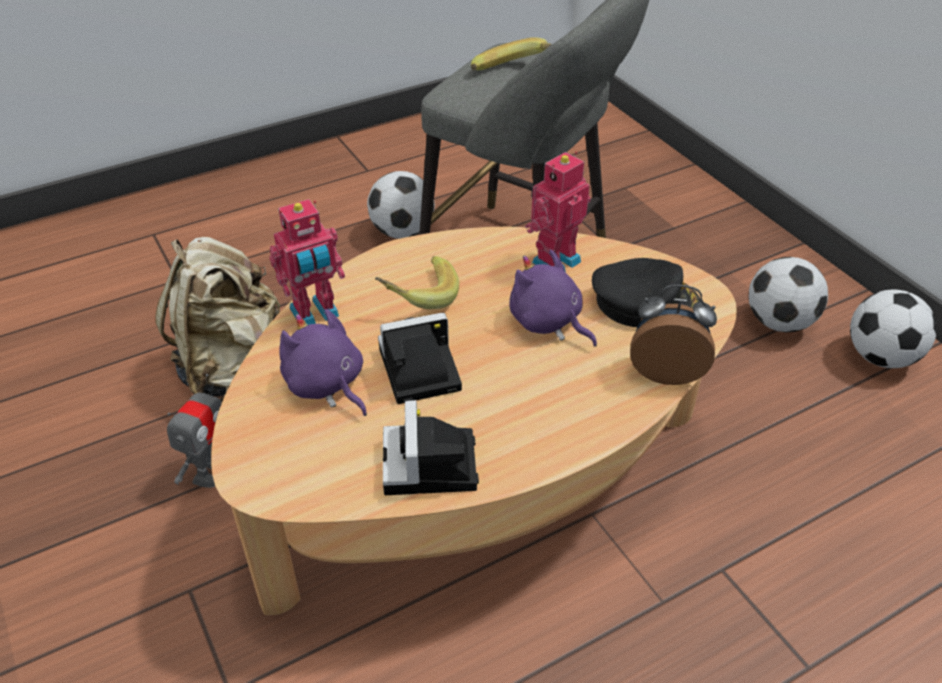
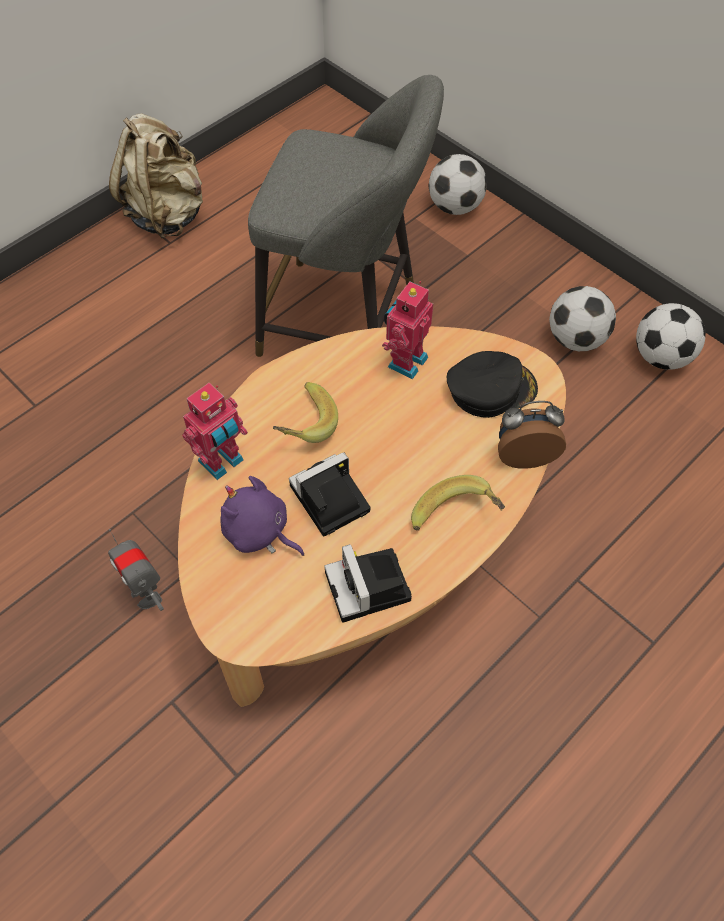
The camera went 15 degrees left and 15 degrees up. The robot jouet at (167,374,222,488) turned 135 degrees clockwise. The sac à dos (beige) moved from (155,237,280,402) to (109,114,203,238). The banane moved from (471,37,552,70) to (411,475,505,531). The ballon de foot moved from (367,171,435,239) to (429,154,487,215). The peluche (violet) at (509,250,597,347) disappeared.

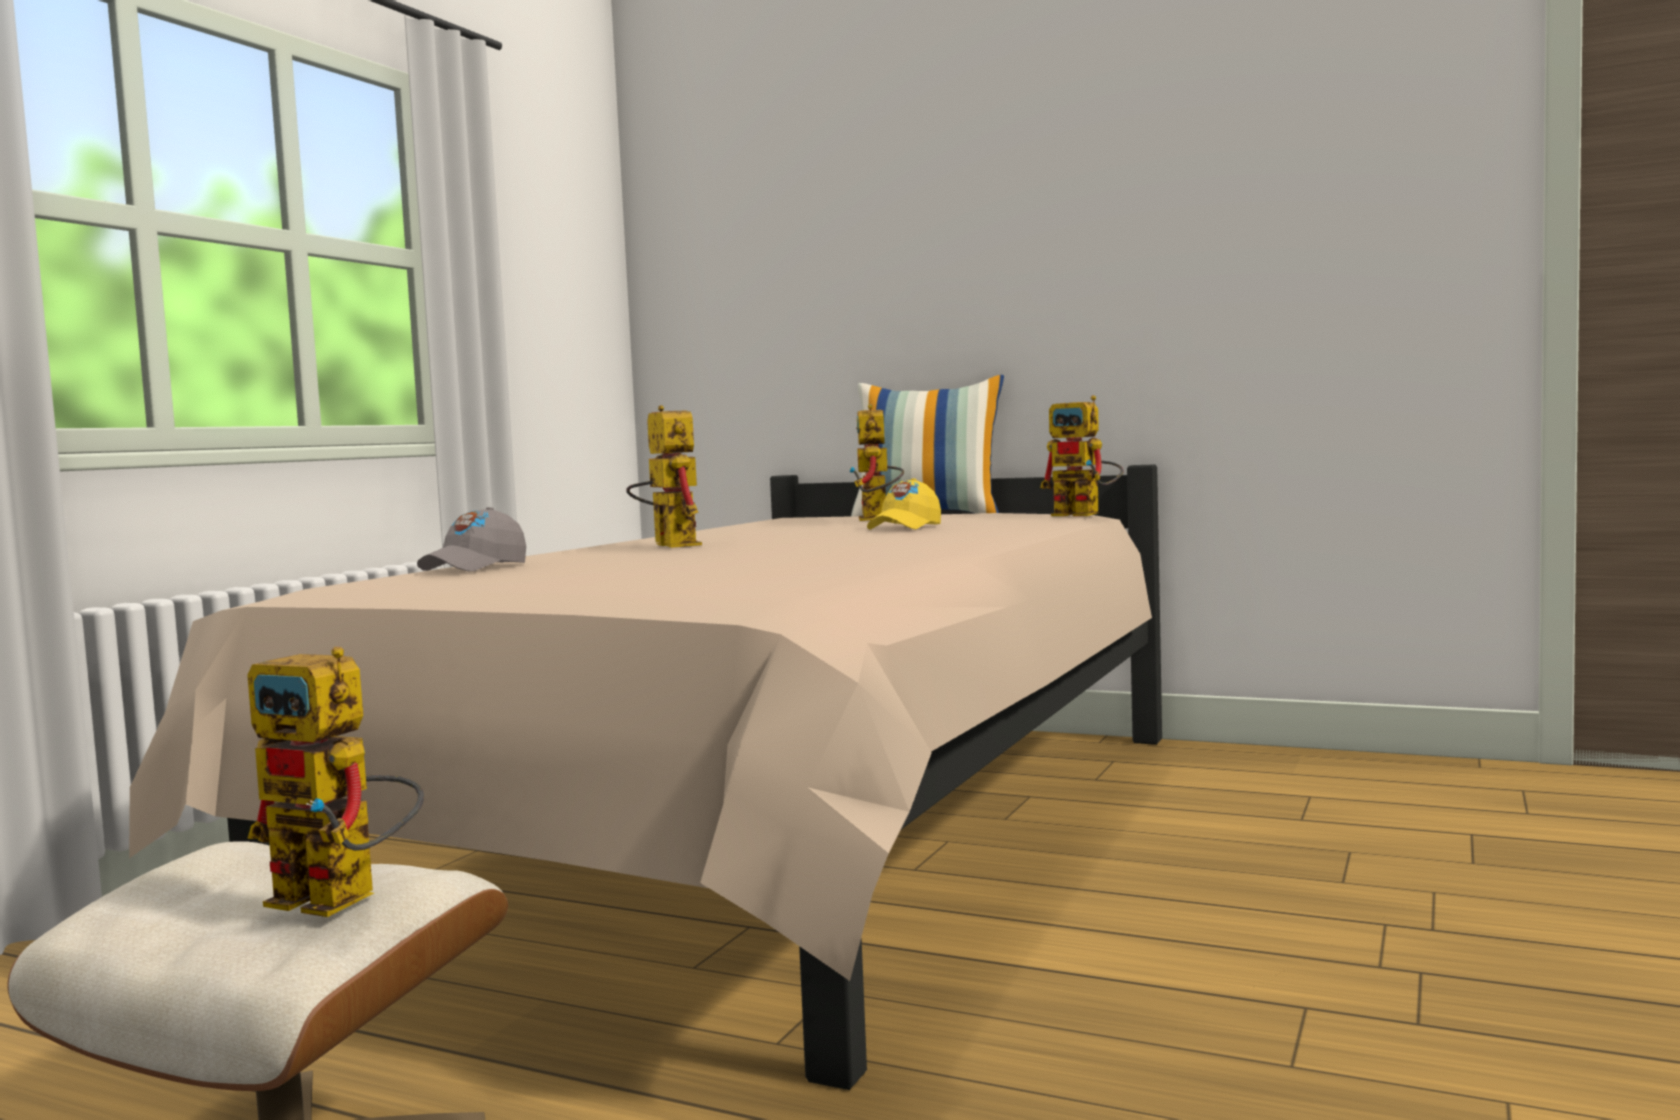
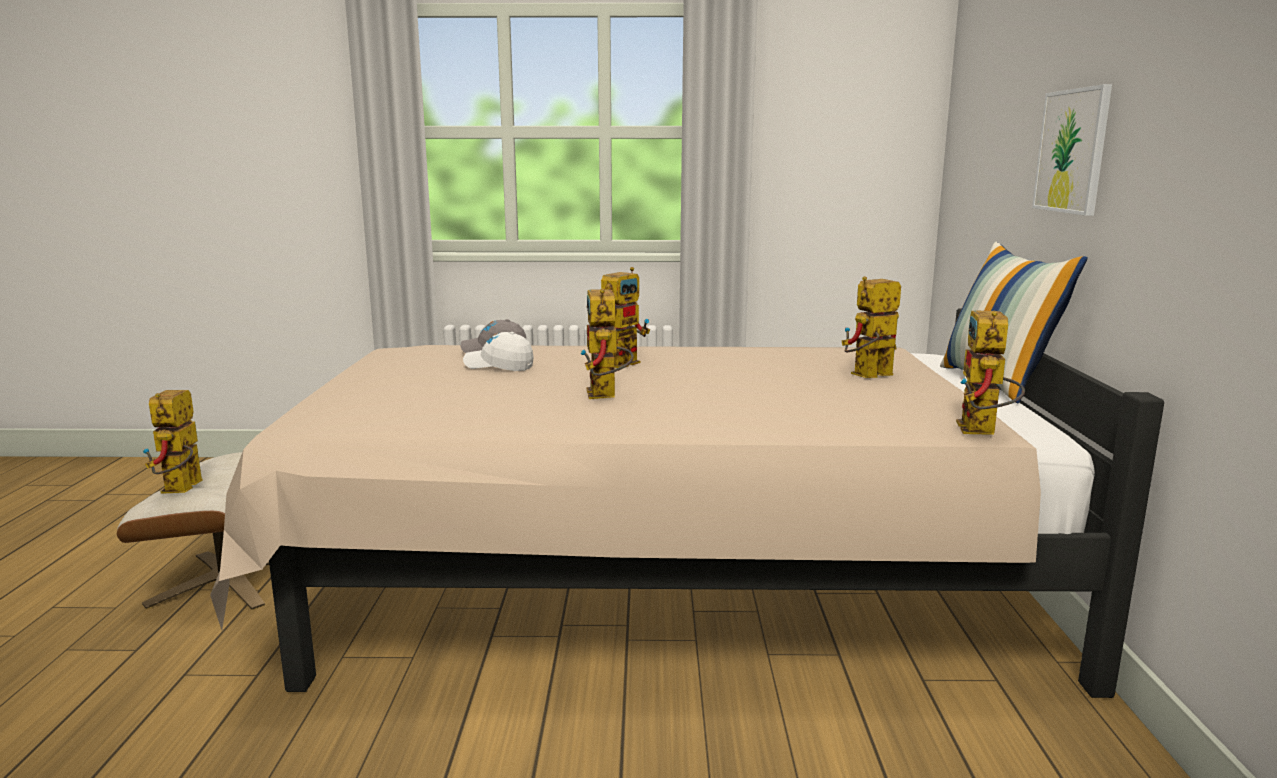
The camera went 65 degrees right and 10 degrees up. The casquette (blanc) at (463,332,534,371) appeared. The robot jouet at (580,289,634,399) appeared. The tableau at (1032,84,1112,216) appeared. The casquette (jaune) at (867,478,941,529) disappeared.

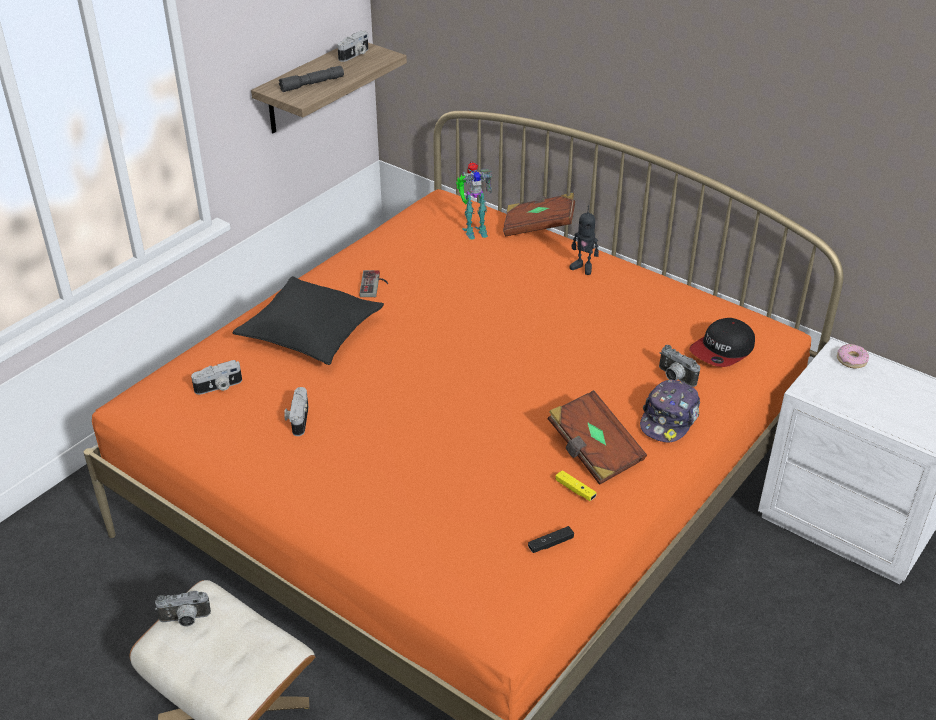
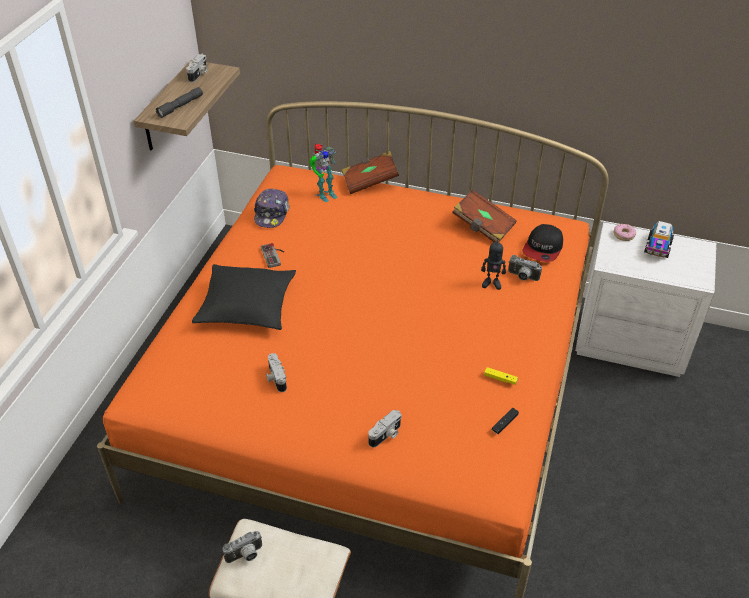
The camera went 20 degrees left and 5 degrees up. The casquette moved from (640,380,700,443) to (254,189,290,228). The appareil photo moved from (191,360,242,395) to (368,410,402,447). The livre (marron) moved from (547,390,647,485) to (452,190,517,242). The robot jouet moved from (569,205,599,275) to (481,239,506,290). The camion jouet at (644,221,674,258) appeared.

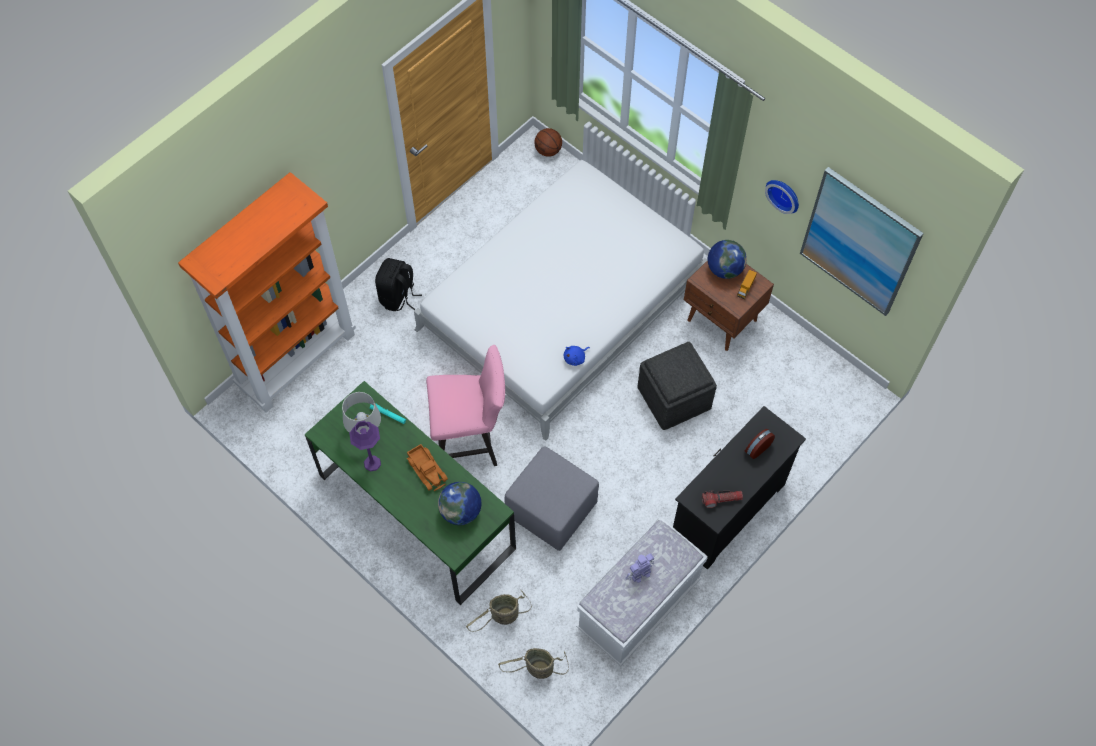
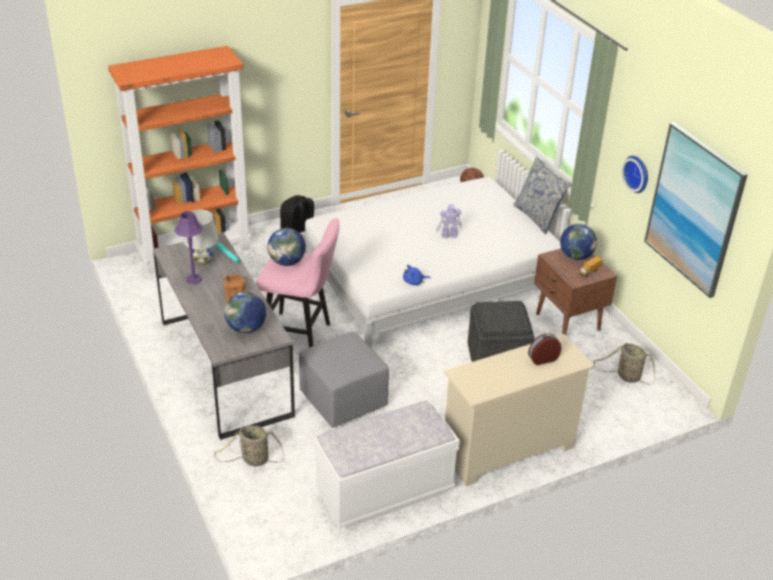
The camera went 20 degrees right and 25 degrees down. The bureau (vert) at (305,381,516,605) became the bureau (gris) at (153,232,295,440). The globe at (268,228,306,266) appeared. The robot jouet moved from (626,554,654,583) to (436,204,462,239). The commode (noir) at (673,406,806,569) became the commode (beige) at (444,334,594,486). The coussin at (513,157,570,234) appeared. The panier moved from (498,648,569,679) to (594,343,655,385). The lampe de poche at (702,491,743,508) disappeared.

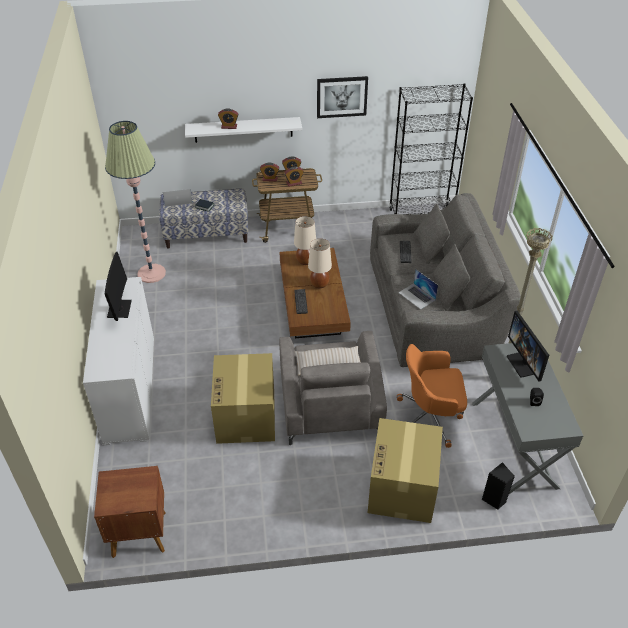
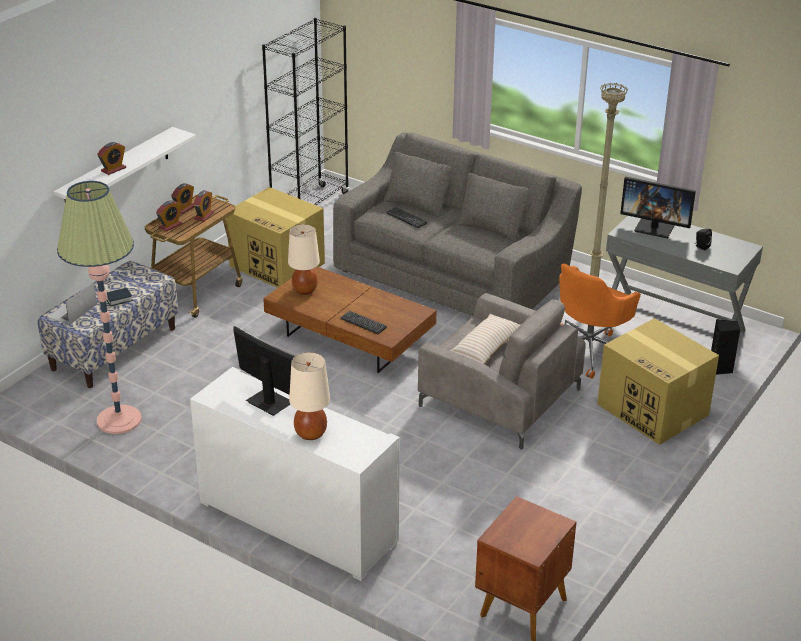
The camera went 50 degrees left and 10 degrees down. The carton moved from (211,353,275,444) to (226,187,325,288). The lampe de table (beige) moved from (308,239,332,288) to (289,352,330,440). The tableau at (317,76,368,118) disappeared. The ordinateur portable at (398,269,438,310) disappeared.

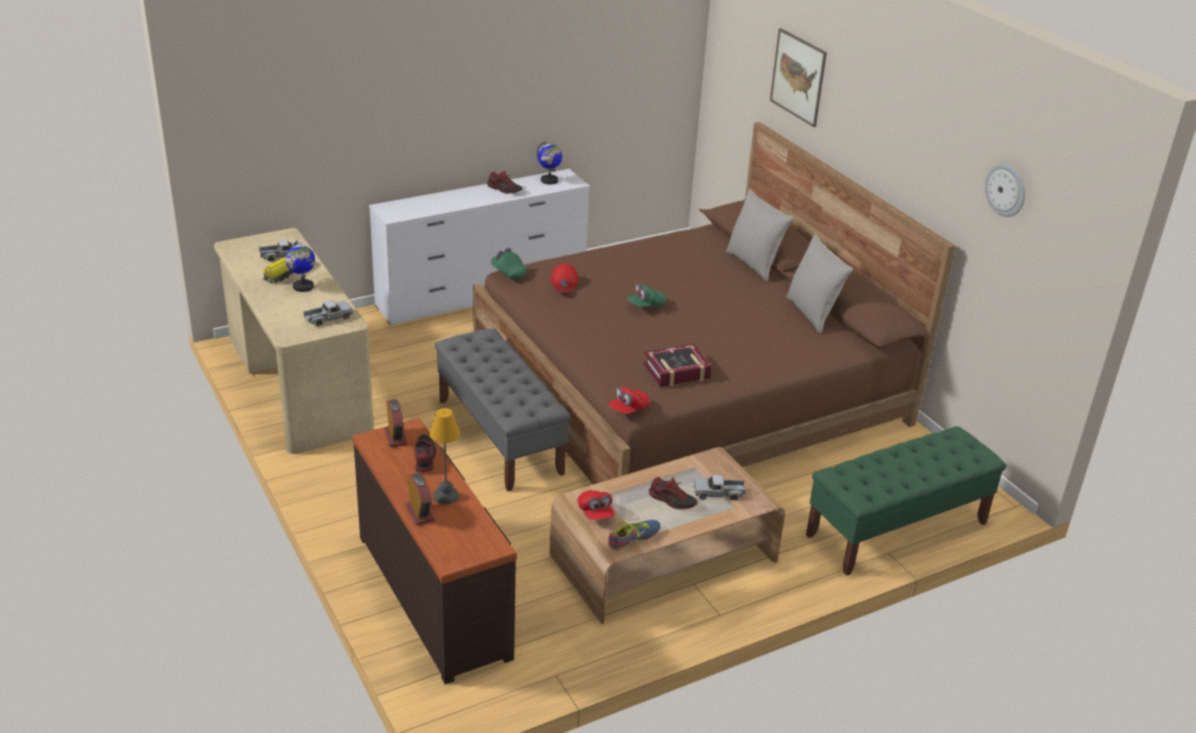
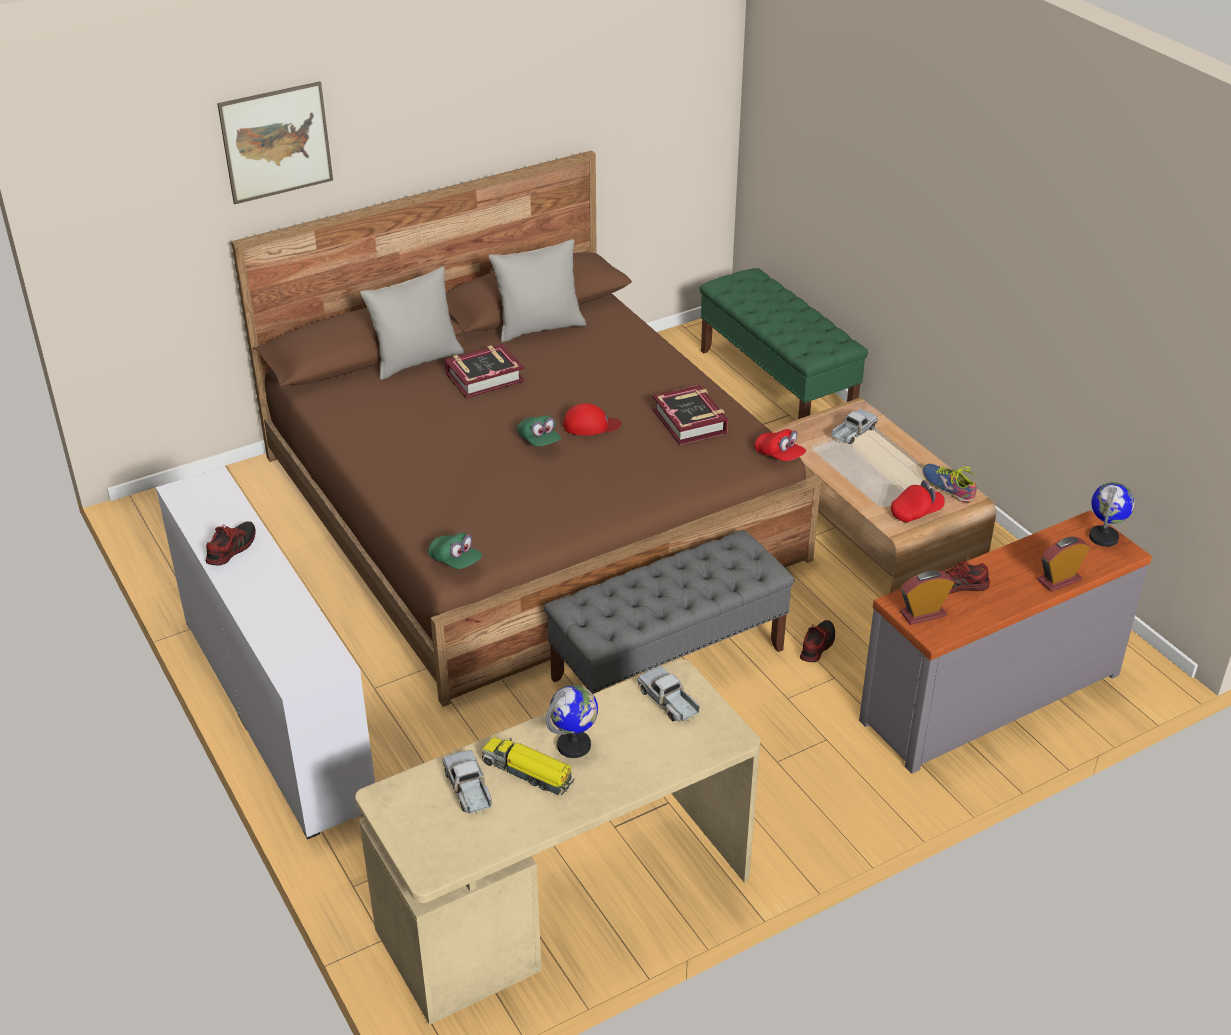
The camera went 90 degrees left and 5 degrees up. The casquette (vert) at (491,248,526,280) turned 90 degrees counterclockwise. The livre at (445,344,525,398) appeared. The casquette (rouge) moved from (551,263,578,293) to (563,403,621,435). The chaussure moved from (649,477,698,509) to (800,620,835,662). The camion jouet at (694,475,746,500) turned 135 degrees counterclockwise. The commode (marron) at (352,418,517,684) became the commode (gris) at (859,510,1152,774). The globe moved from (536,140,562,184) to (1089,482,1134,547). The lampe de table at (429,408,460,504) disappeared. The horloge murale at (985,163,1025,217) disappeared.

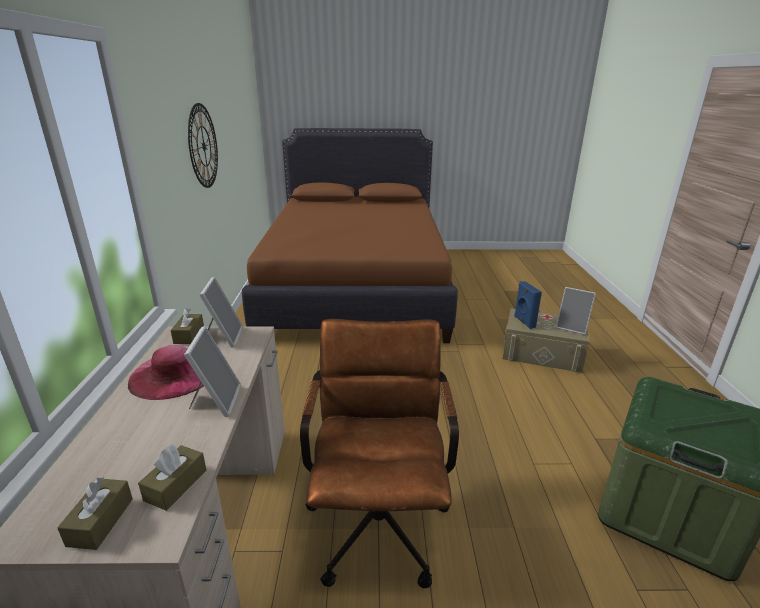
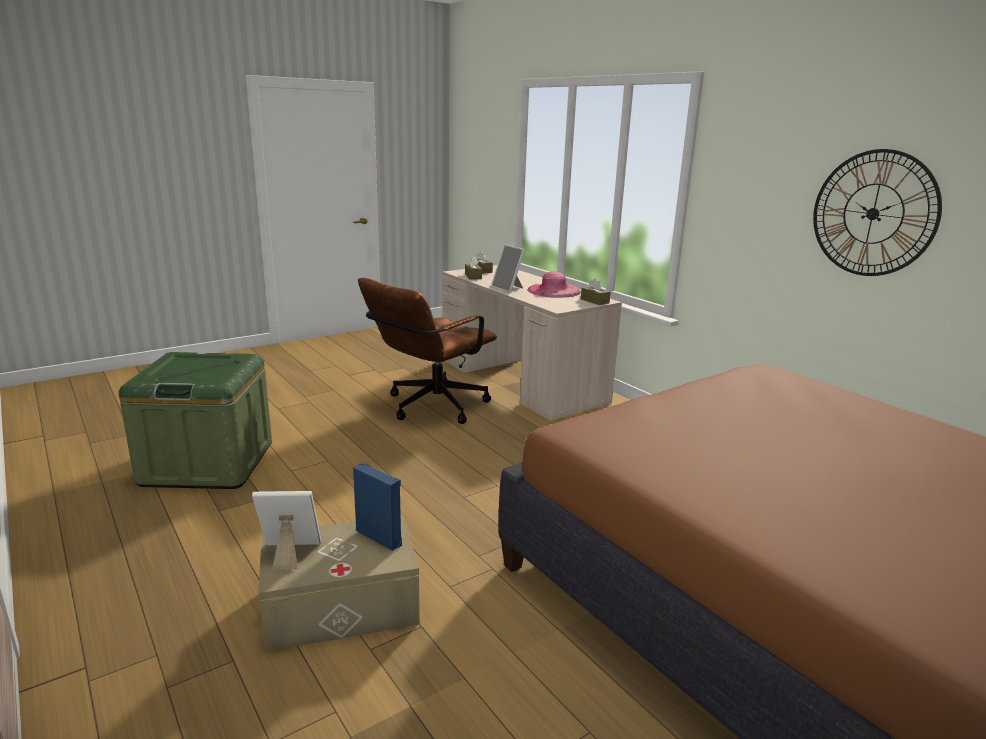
The camera went 145 degrees right and 5 degrees down. The chaise de bureau (marron) at (300,319,459,588) turned 75 degrees clockwise. The cadre photo at (199,277,243,348) disappeared.

